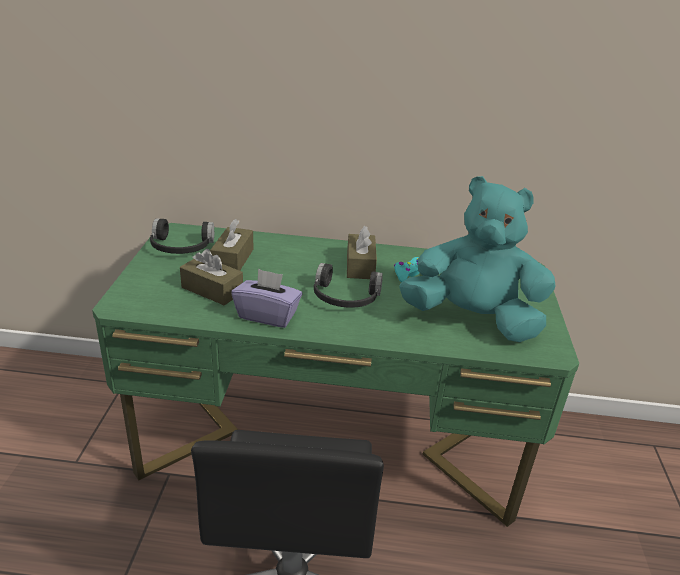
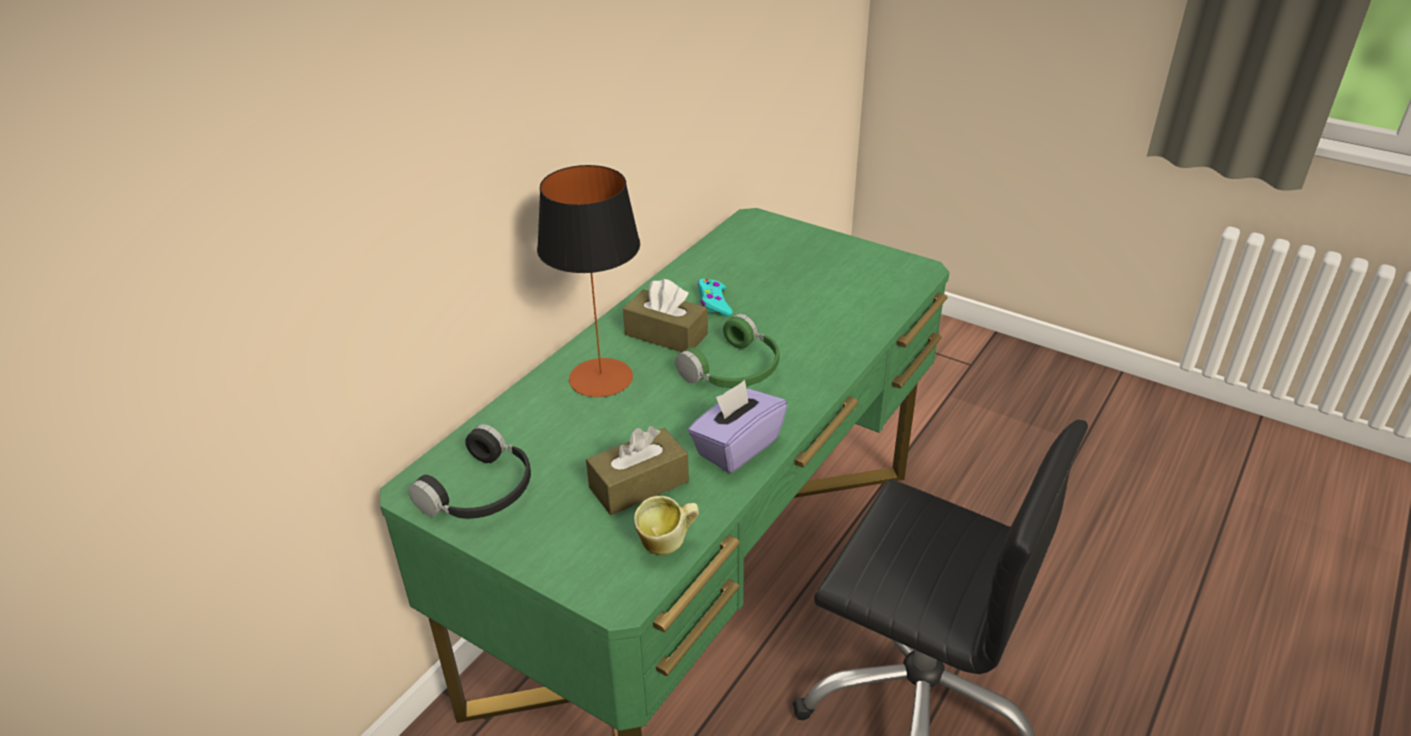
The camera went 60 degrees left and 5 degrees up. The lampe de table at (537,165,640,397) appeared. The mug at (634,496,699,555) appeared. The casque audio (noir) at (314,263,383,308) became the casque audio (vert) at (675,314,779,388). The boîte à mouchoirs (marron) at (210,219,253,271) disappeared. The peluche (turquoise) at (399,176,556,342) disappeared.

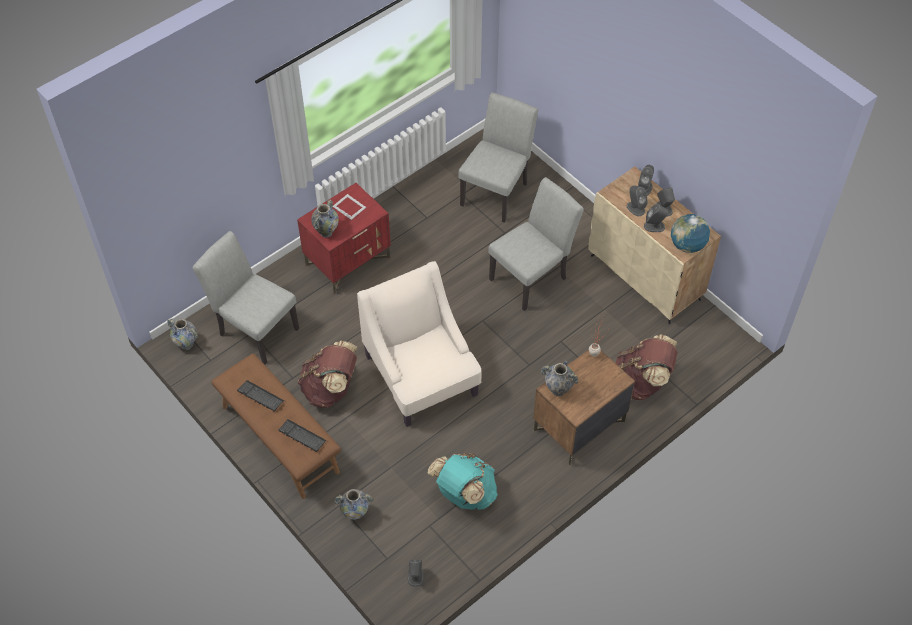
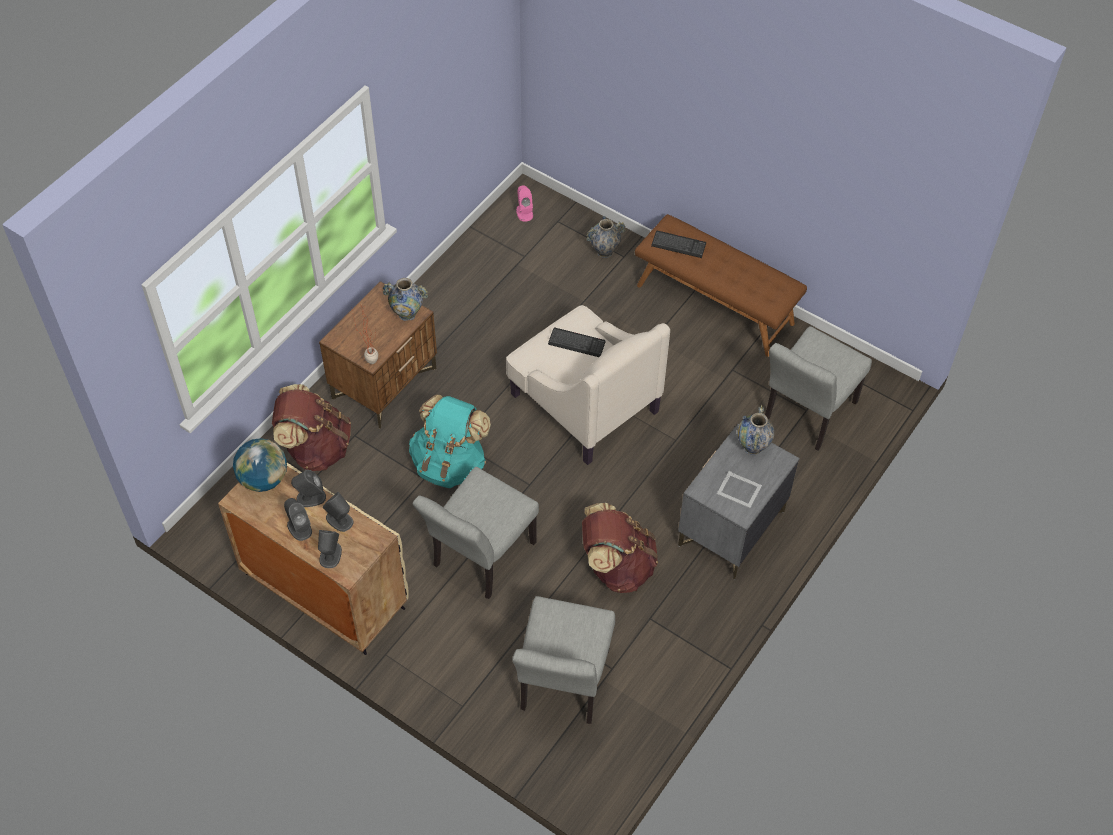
The camera went 165 degrees right and 0 degrees up. The sac à dos (turquoise) moved from (428,453,498,510) to (409,394,491,488). The enceinte (gris) at (408,560,424,587) became the enceinte (rose) at (516,186,533,222). The clavier moved from (237,380,284,411) to (548,328,606,357). The sac à dos (marron) moved from (298,341,358,408) to (582,503,658,593). The table de chevet (rouge) at (297,183,391,294) became the table de chevet (gris) at (678,424,800,579). The chaise (gris) at (192,231,299,365) turned 105 degrees clockwise. The vase at (167,319,198,350) disappeared.

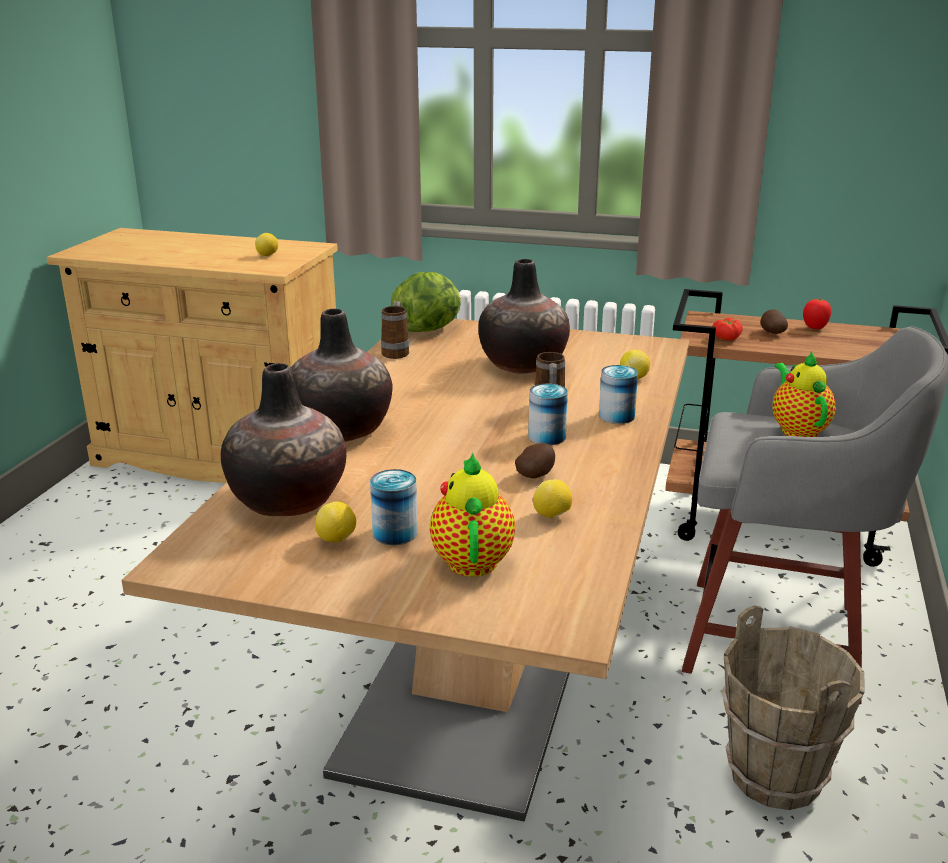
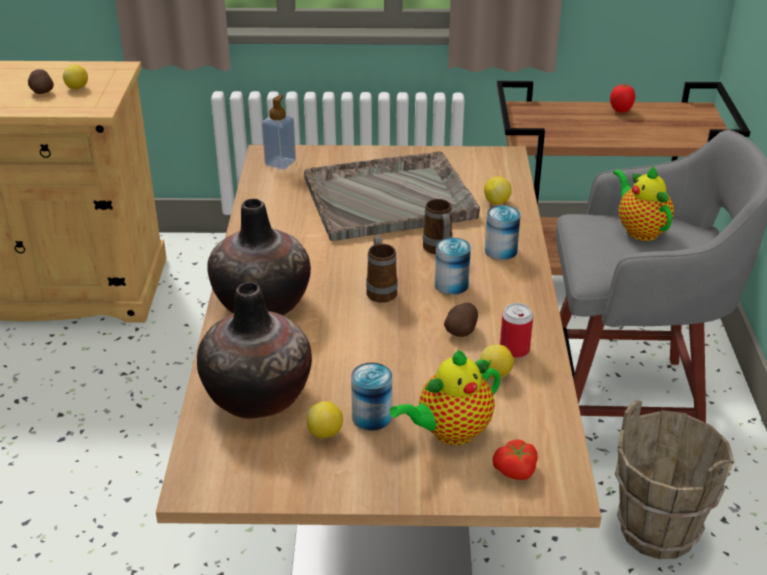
The camera went 15 degrees left and 10 degrees up. The pomme de terre moved from (761,310,788,334) to (28,69,54,94). The laitue at (391,272,461,332) was replaced by the distributeur de savon at (262,95,296,169). The vase at (478,259,570,374) was replaced by the plateau (gris) at (304,151,480,241). The mug moved from (381,301,409,359) to (366,236,398,303). The théière at (430,453,515,577) turned 105 degrees counterclockwise. The tomate moved from (712,318,743,341) to (492,439,538,480). The boîte métallique at (500,303,533,358) appeared.

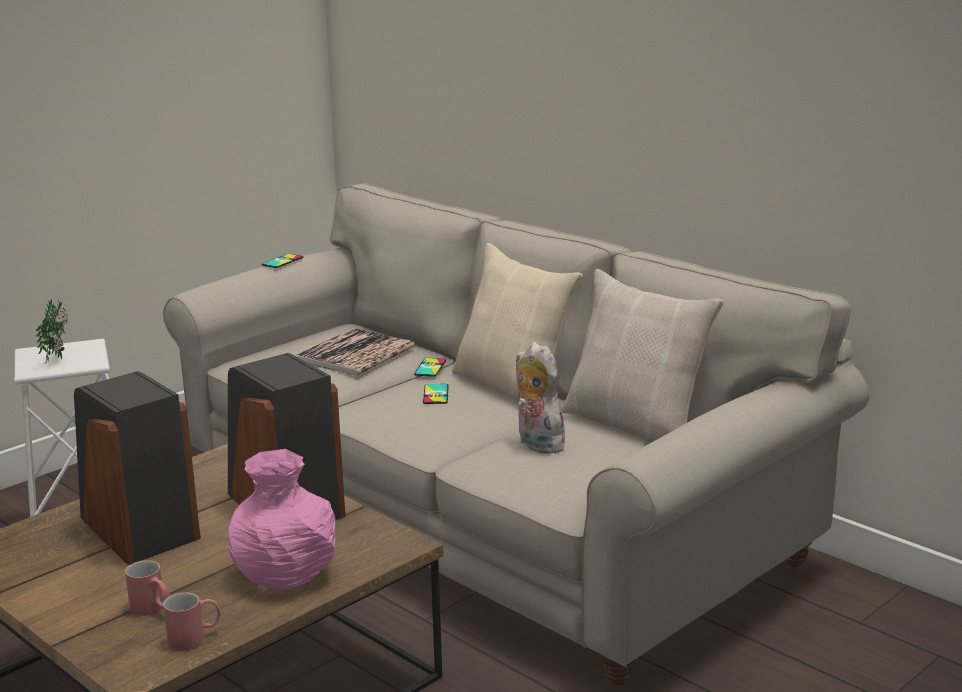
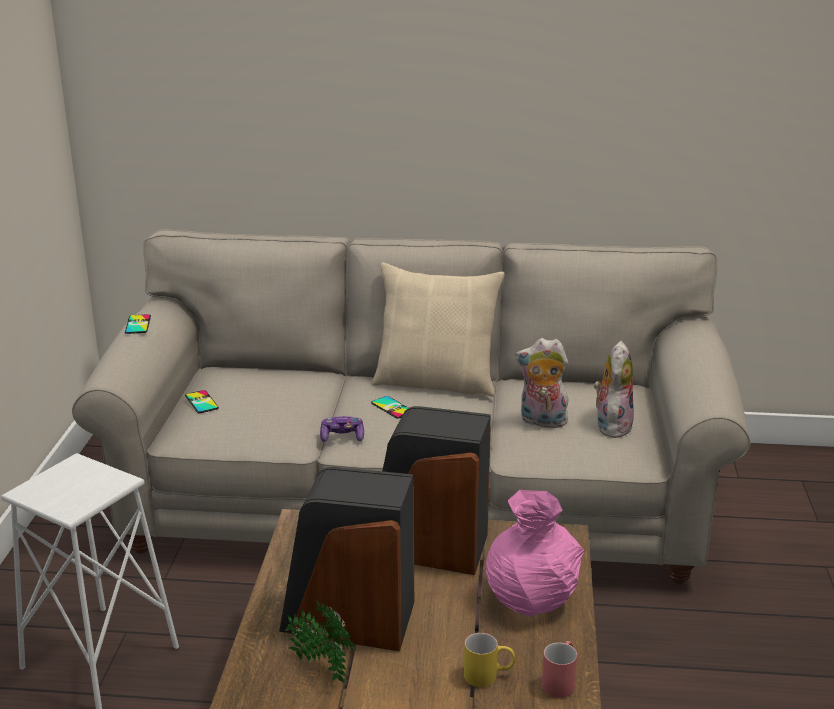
The camera went 40 degrees left and 5 degrees up. The téléphone moved from (414,358,446,377) to (185,390,219,413). The plante en pot moved from (35,299,68,363) to (285,600,356,684). The manette at (320,416,364,442) appeared. The mug (rouge) at (125,560,171,616) became the mug (jaune) at (464,633,515,687). The peluche at (594,341,634,438) appeared. The livre at (297,328,415,376) disappeared. The coussin (beige) at (562,269,724,442) disappeared.

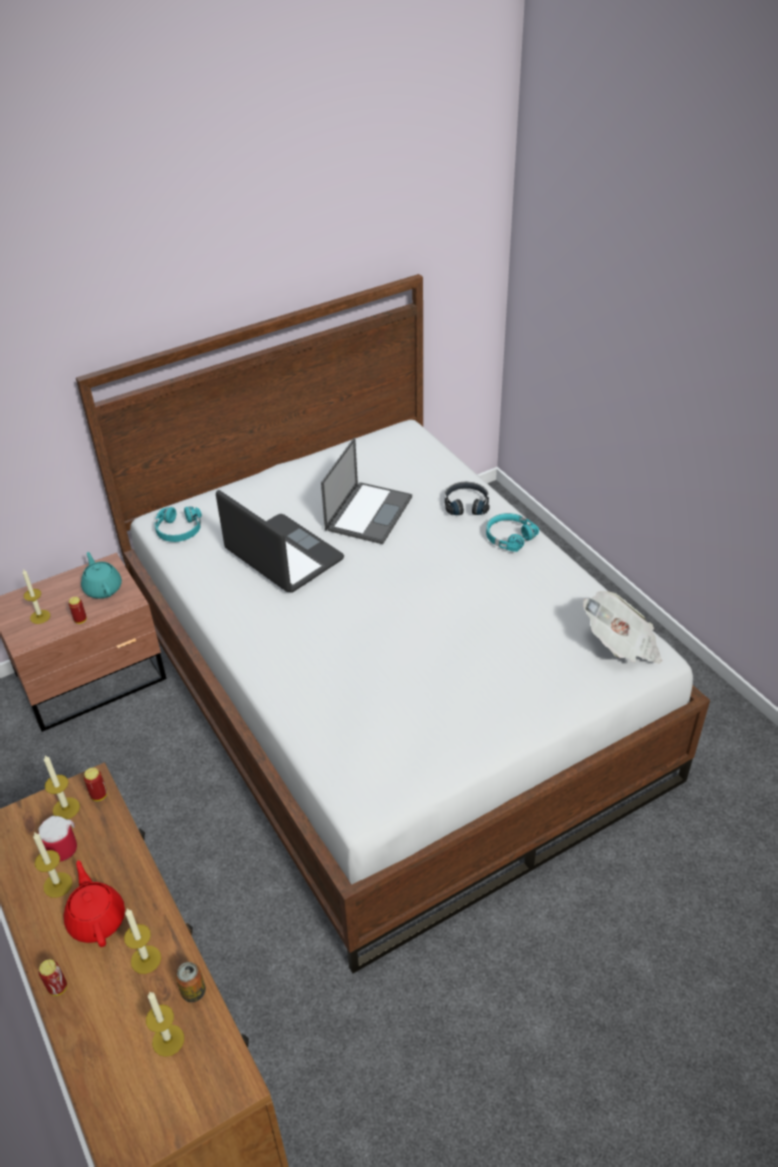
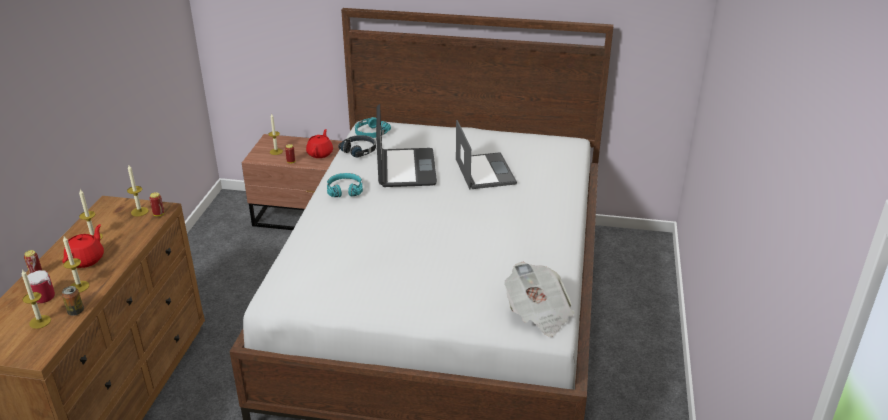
The camera went 40 degrees right and 10 degrees down. The mug moved from (38,816,77,862) to (27,270,55,303). The théière (turquoise) at (81,552,122,599) became the théière (rouge) at (306,129,333,158). The casque audio (turquoise) moved from (486,513,539,552) to (327,173,363,197). The casque audio (noir) moved from (445,482,490,515) to (338,135,376,157). The ordinateur portable at (321,438,412,544) turned 75 degrees counterclockwise.

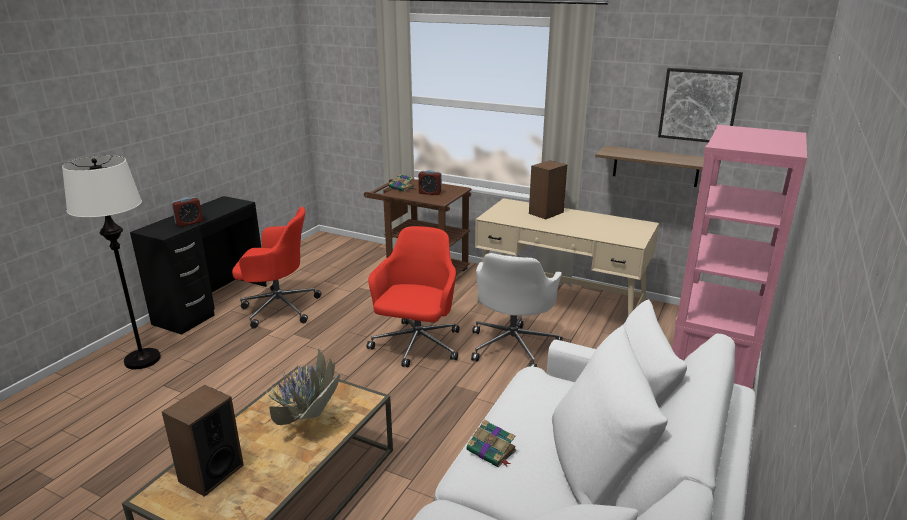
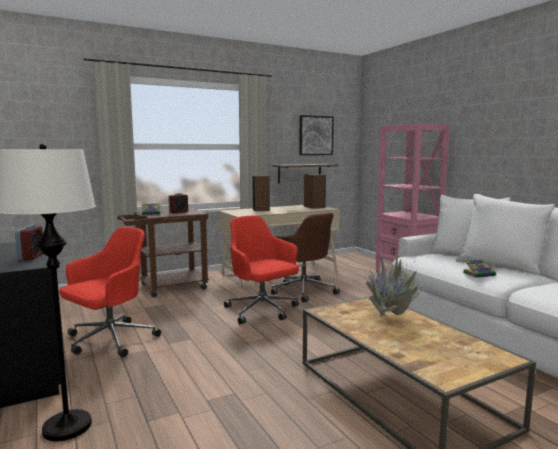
The camera went 55 degrees left and 15 degrees down. The chaise de bureau (blanc) at (471,253,562,367) became the chaise de bureau (marron) at (271,213,340,303). The enceinte moved from (162,385,244,497) to (304,174,326,209).

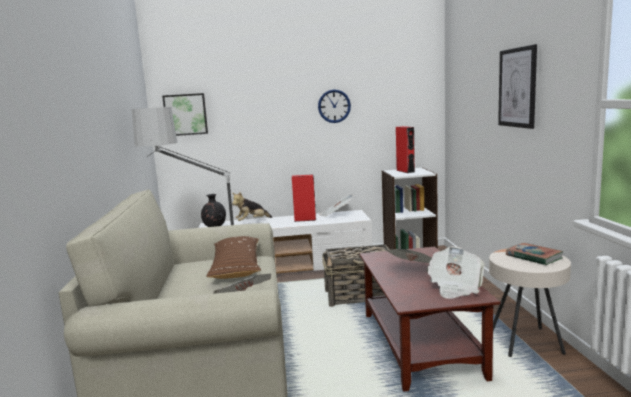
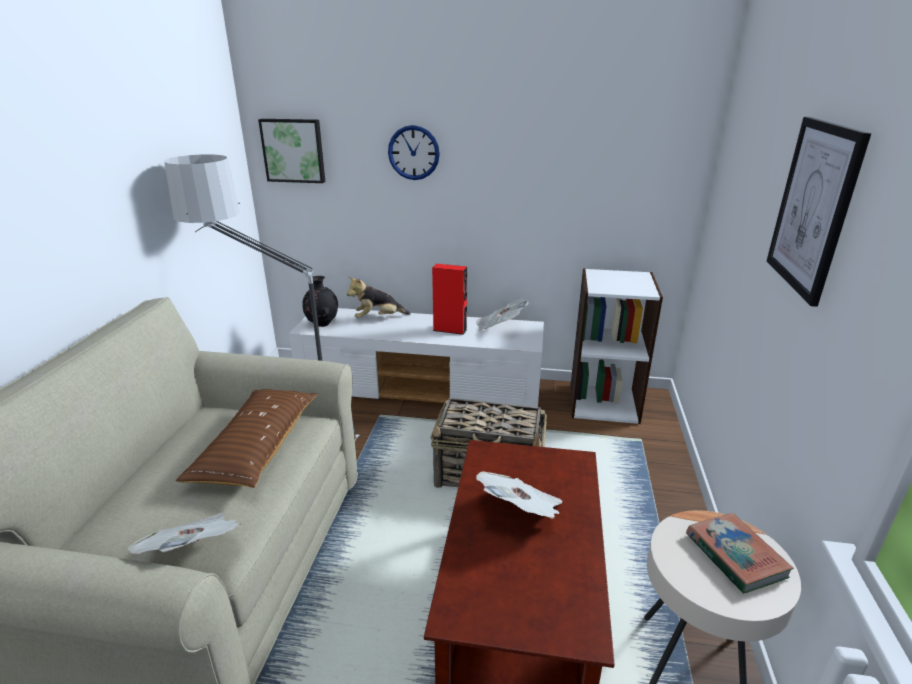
The camera went 15 degrees right and 15 degrees up. The horloge murale moved from (318,89,351,123) to (388,125,440,180). The enceinte (rouge) at (396,126,415,173) disappeared. The journal at (427,246,485,299) disappeared.

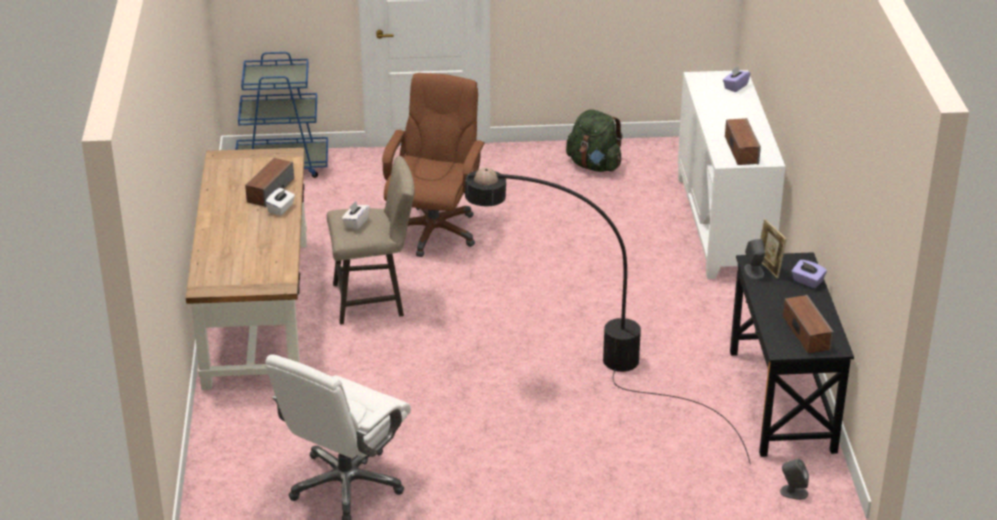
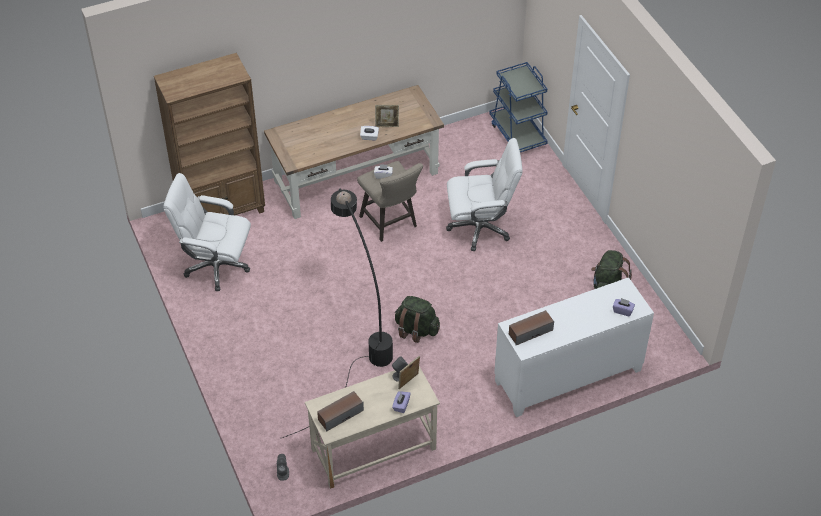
The camera went 70 degrees right and 15 degrees up. The bibliothèque (marron) at (154,53,265,215) appeared. The bureau (noir) at (730,252,854,457) became the bureau (beige) at (305,366,440,489). The enceinte at (245,158,294,207) was replaced by the cadre photo at (375,105,399,127). The sac à dos (vert) at (395,296,440,343) appeared. The chaise de bureau (marron) at (382,73,485,257) became the chaise de bureau (blanc) at (446,138,523,251).

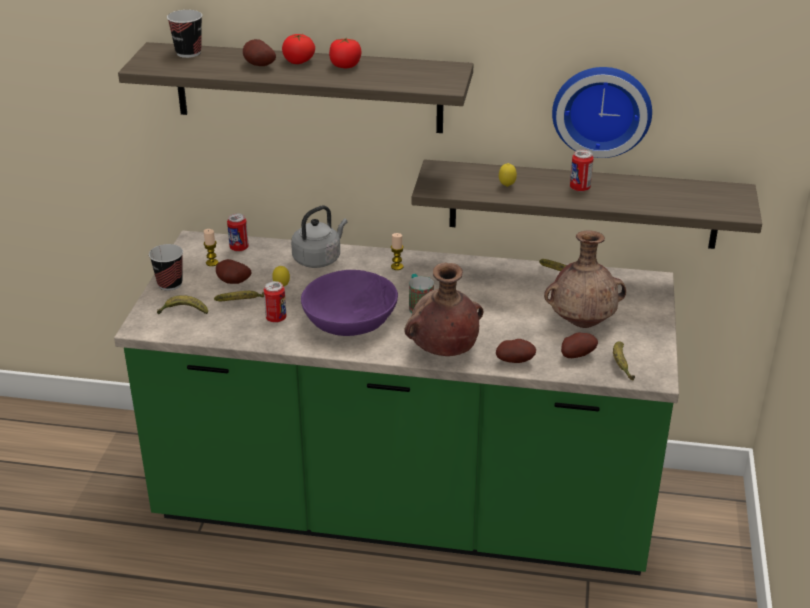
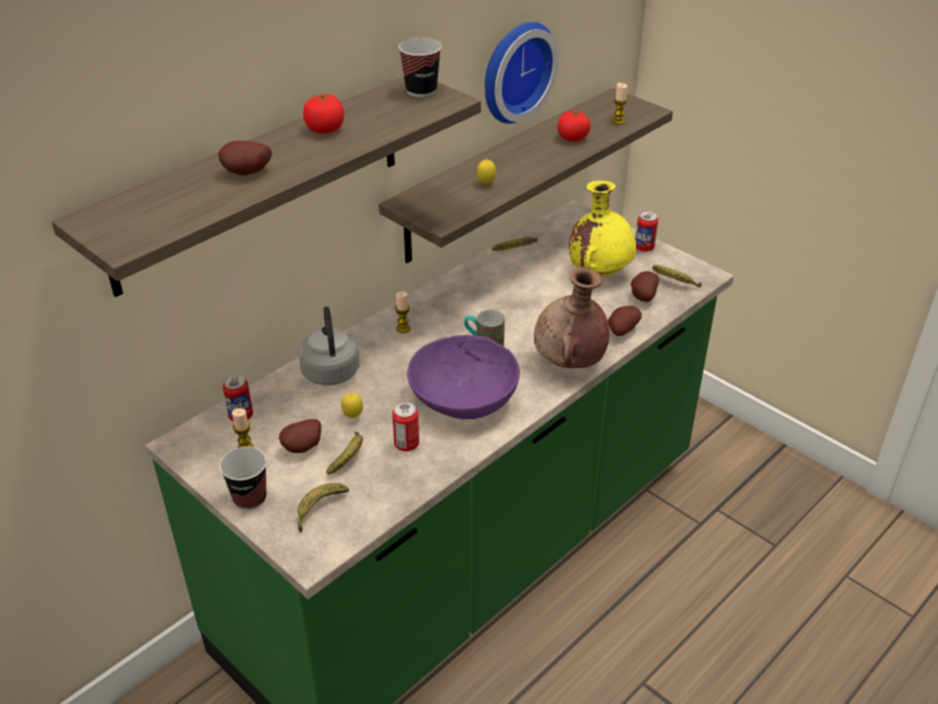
The camera went 55 degrees left and 5 degrees up. The tasse moved from (167,10,202,58) to (399,38,442,97). The tomate moved from (282,34,315,64) to (557,111,591,142). The vase (marron) at (544,230,626,328) became the vase (jaune) at (569,180,636,276). The bougie at (612,83,628,125) appeared. The boîte métallique moved from (570,150,594,192) to (635,211,658,252).

